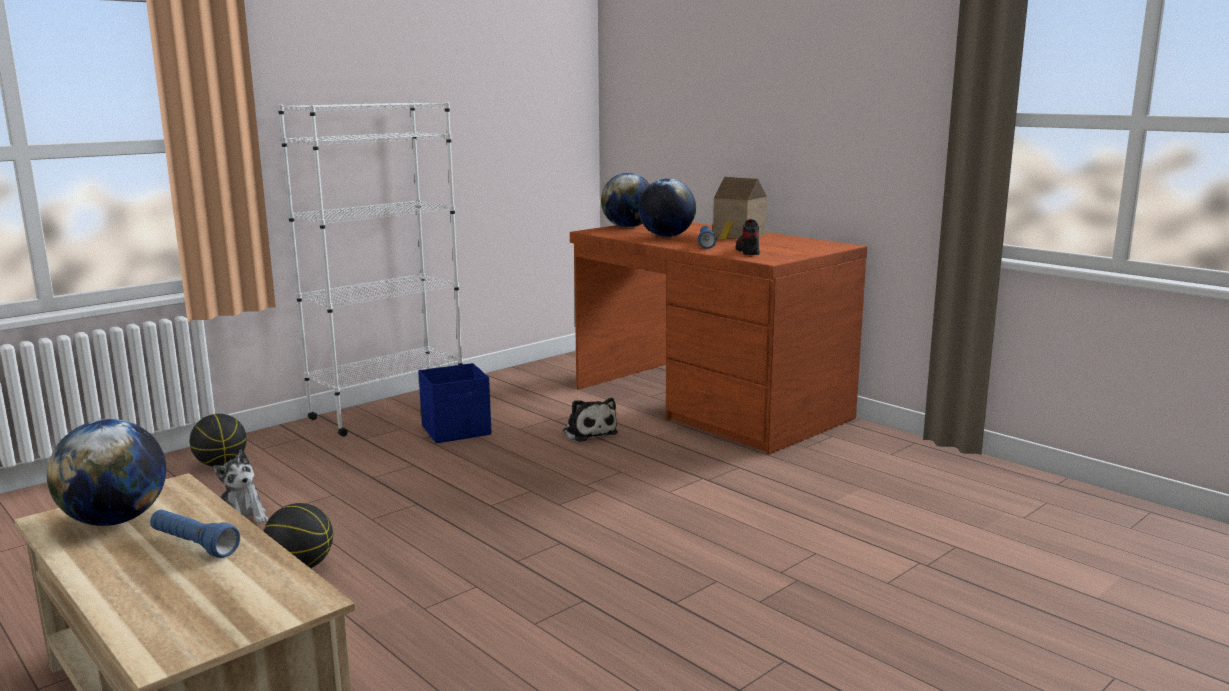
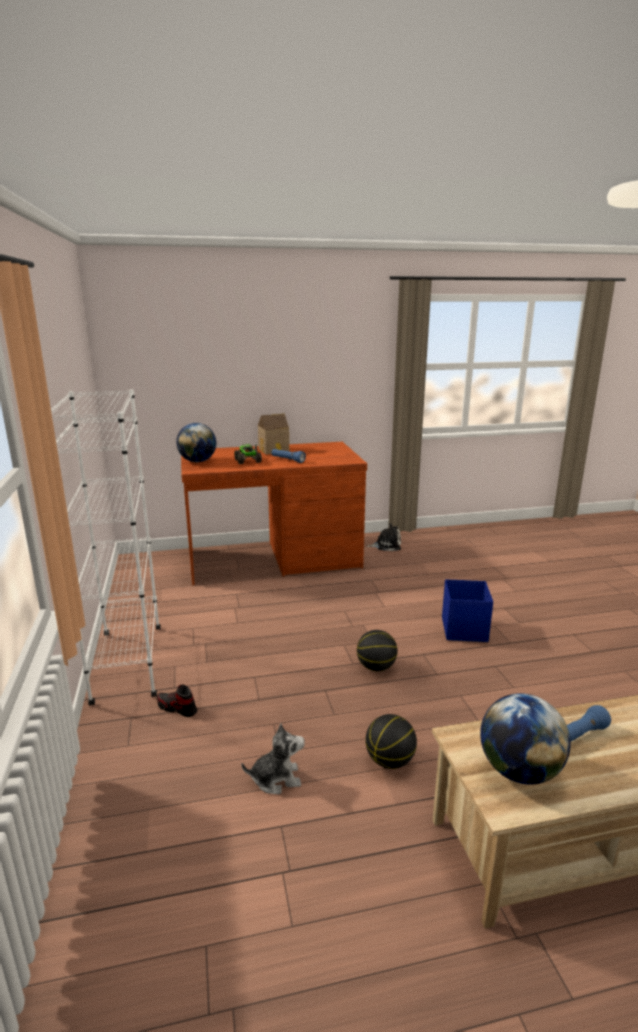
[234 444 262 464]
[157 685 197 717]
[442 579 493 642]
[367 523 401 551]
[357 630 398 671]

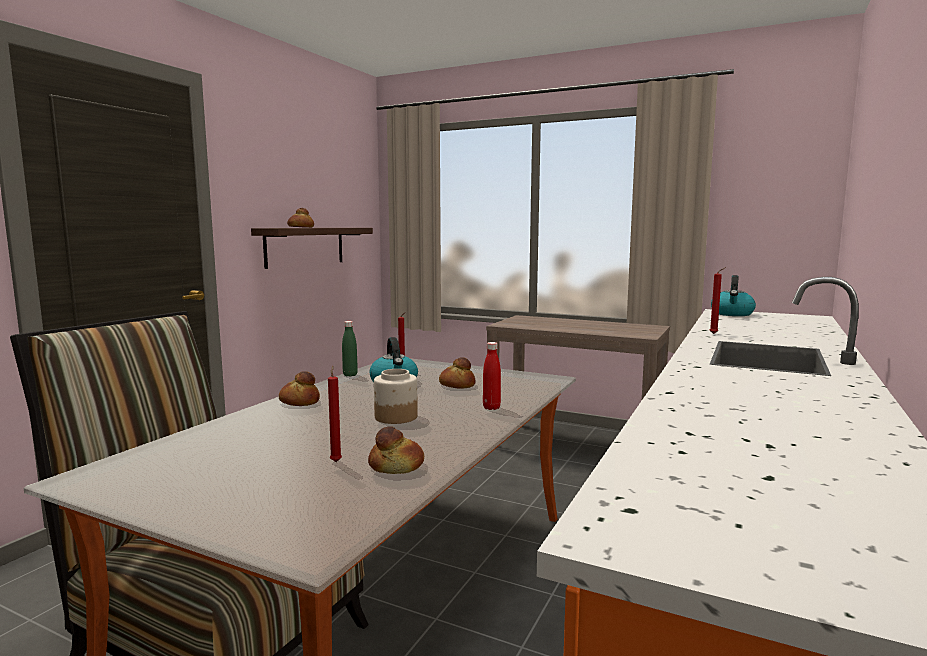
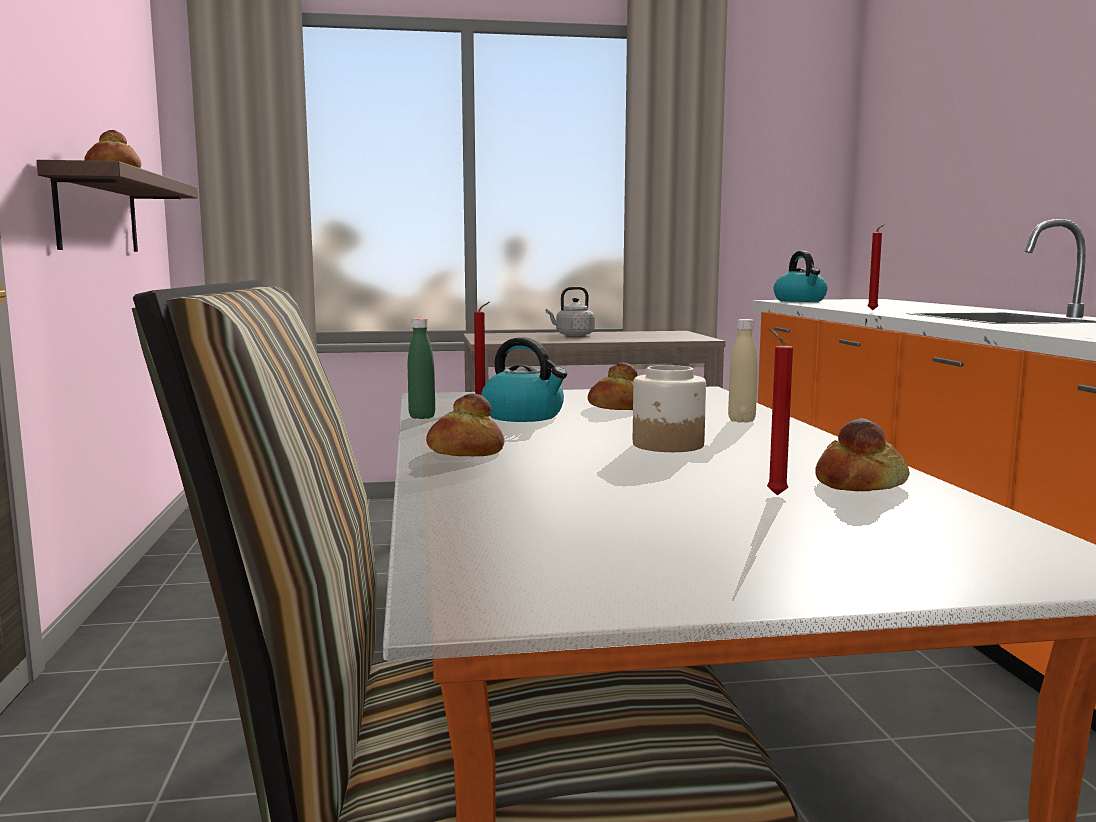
[728 319 758 423]
[546 287 595 336]

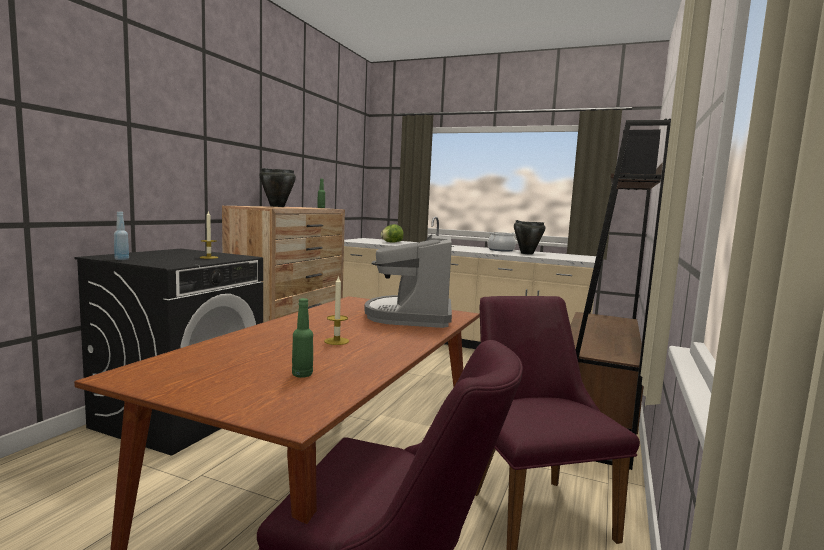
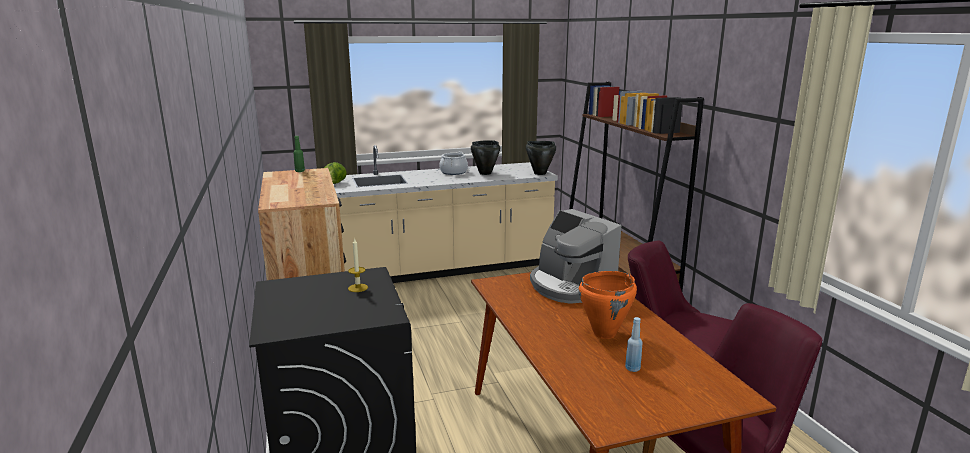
[526 141 556 175]
[625 317 643 372]
[579 271 637 339]
[292 298 313 378] (first image)

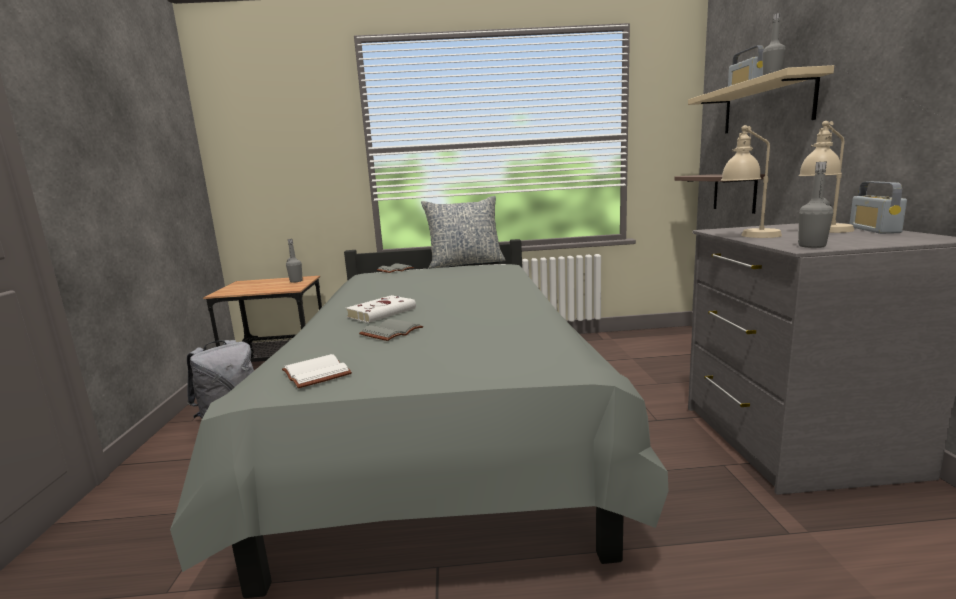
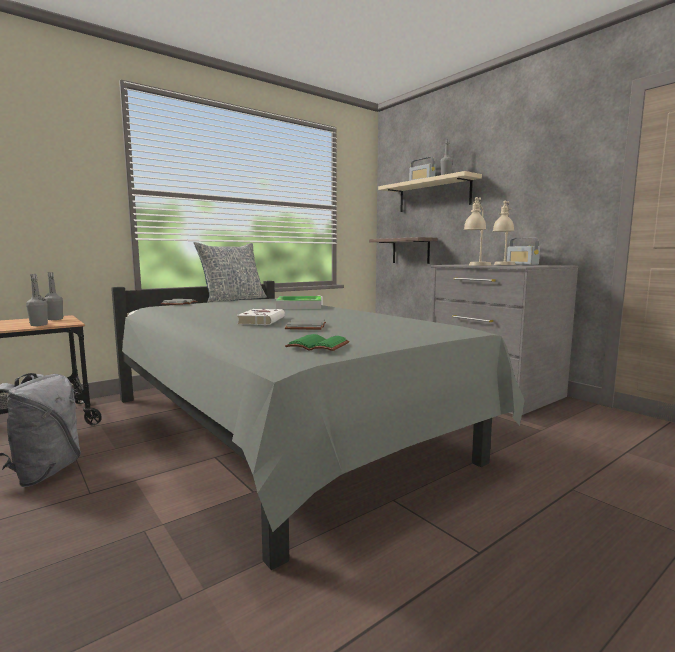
[26 274 48 326]
[285 334 350 351]
[276 296 321 309]

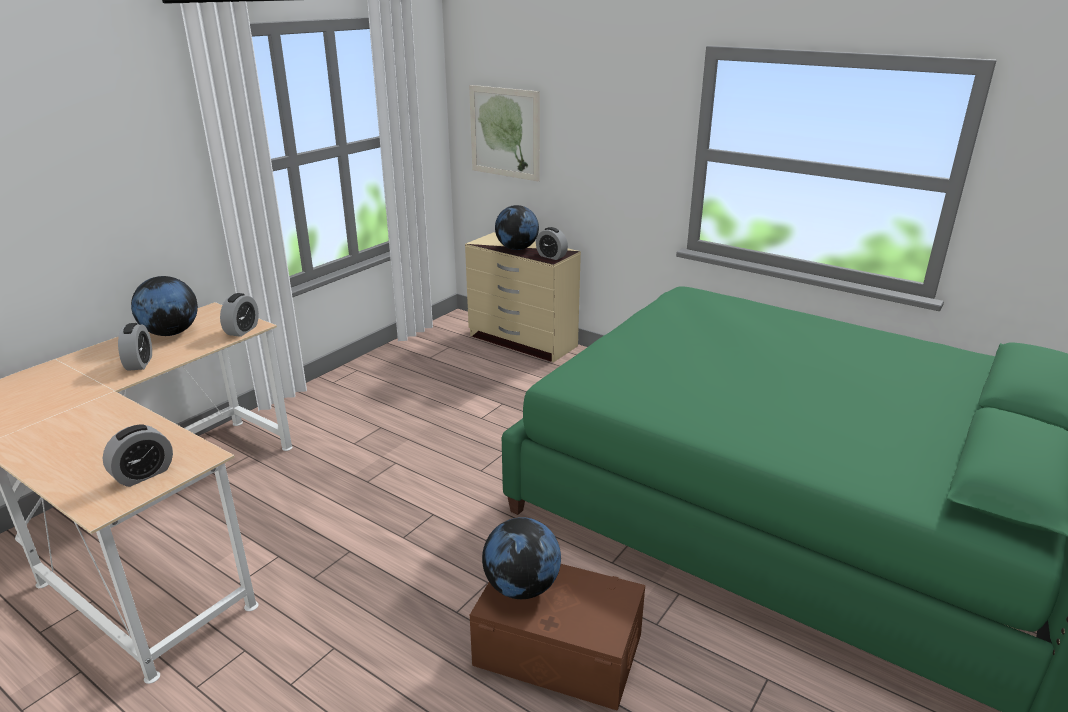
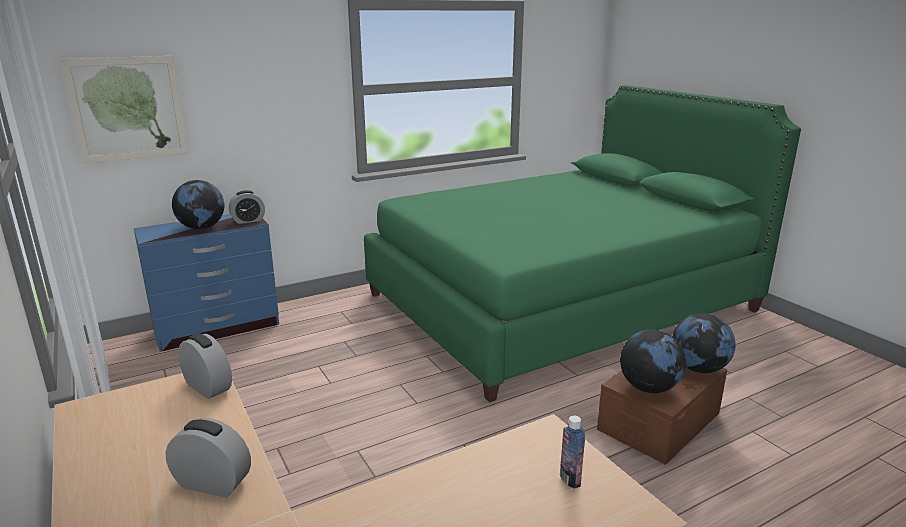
[134 215 279 352]
[672 313 736 373]
[560 416 585 489]

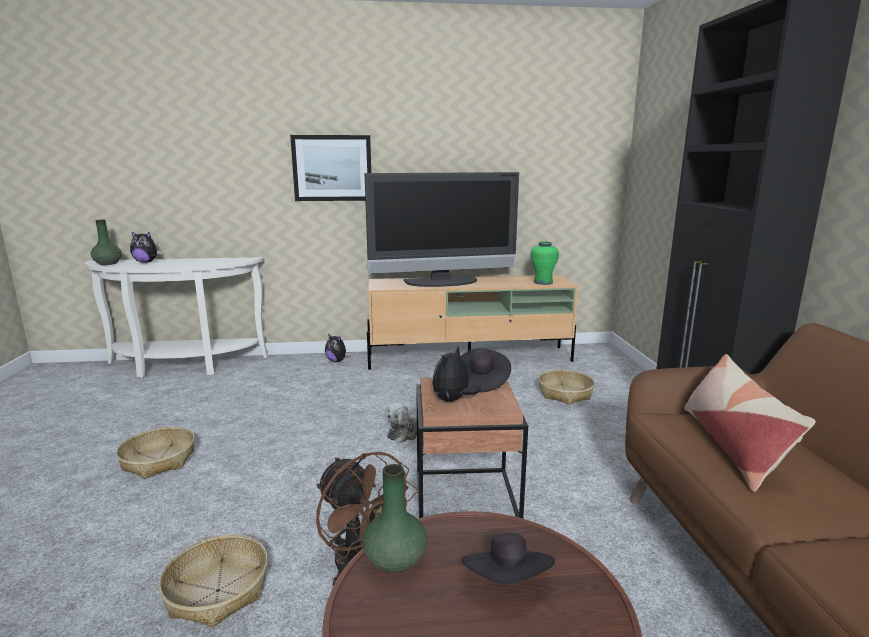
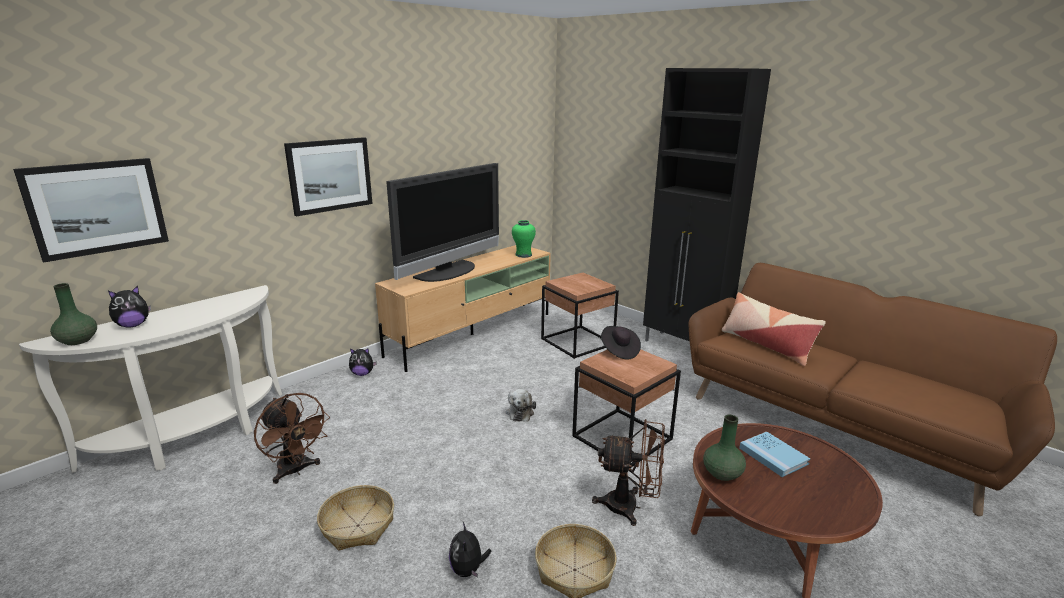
[449 522 491 578]
[541 273 619 359]
[739 431 810 477]
[13 158 169 263]
[254 393 330 484]

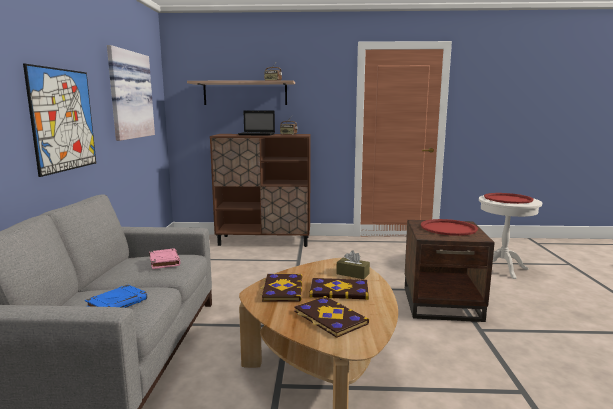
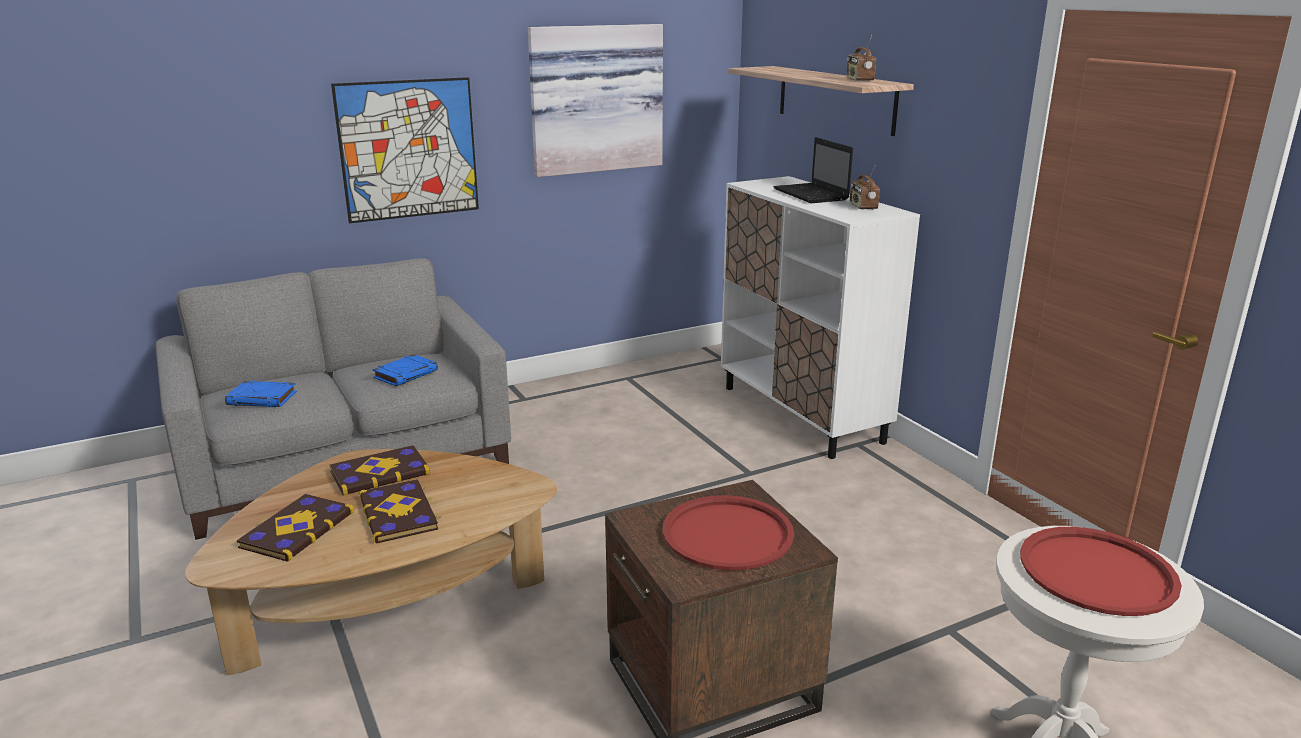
[721 176 920 459]
[372 354 438 386]
[336 250 370 279] (first image)

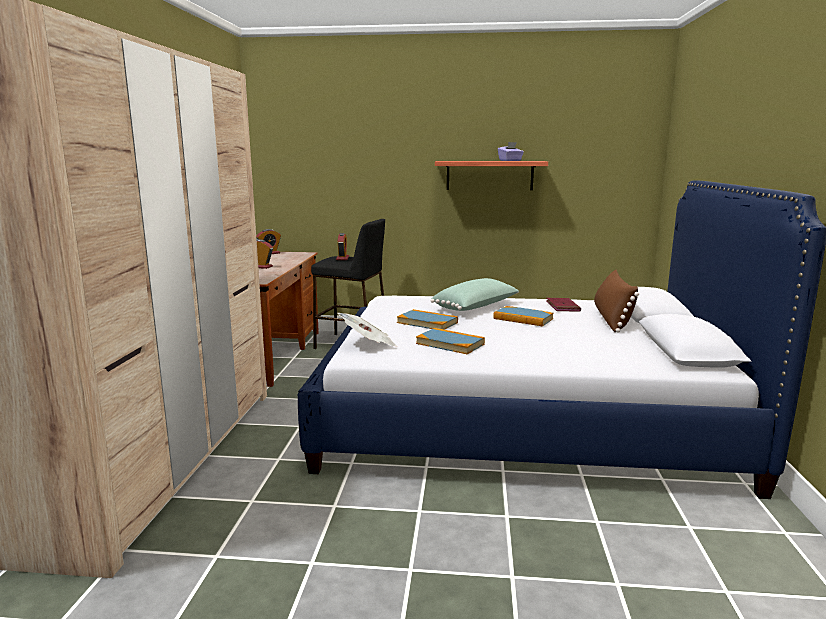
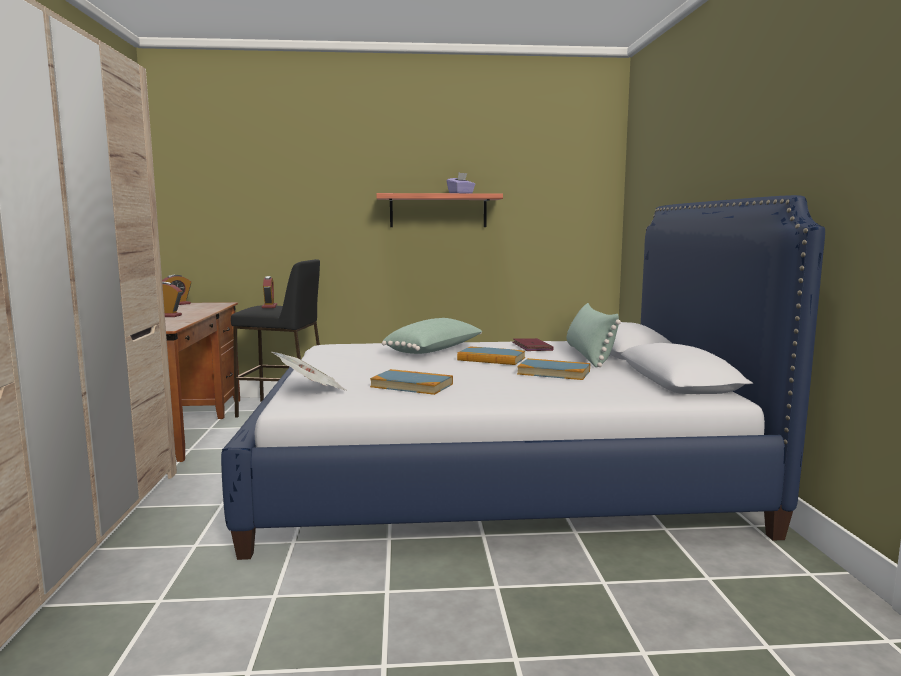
[566 303 621 367]
[517 358 590 380]

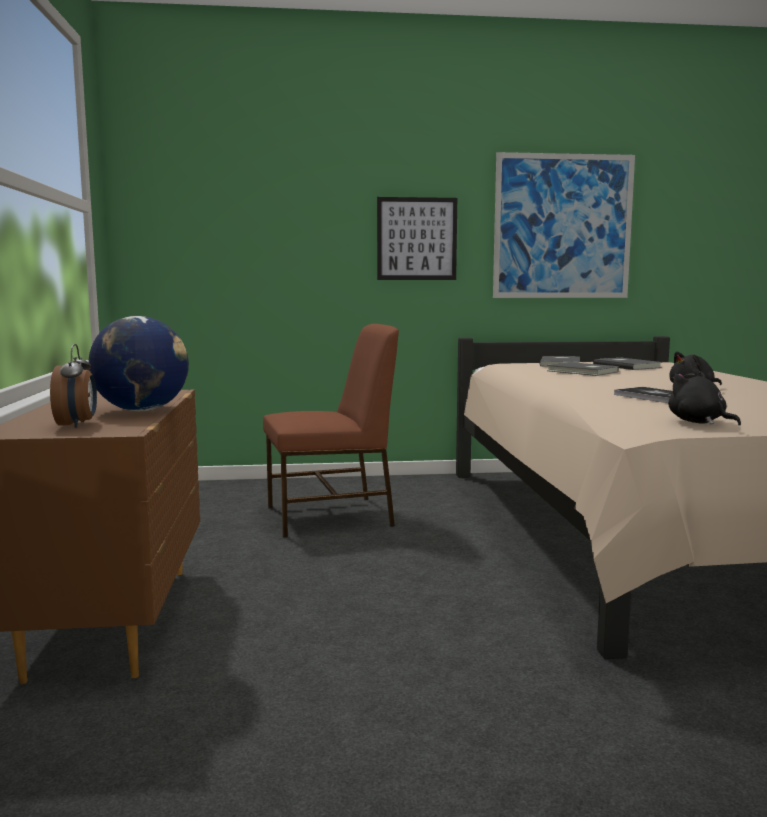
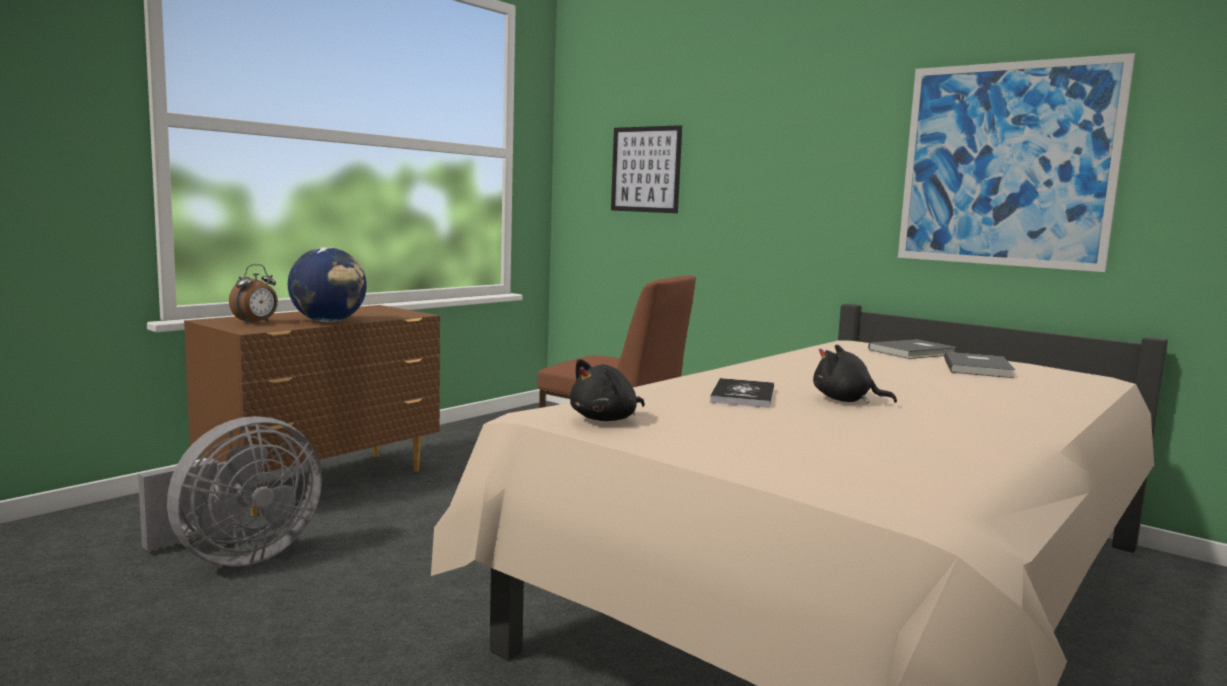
[611 125 682 213]
[547 362 619 376] (first image)
[570 359 645 421]
[138 416 322 566]

